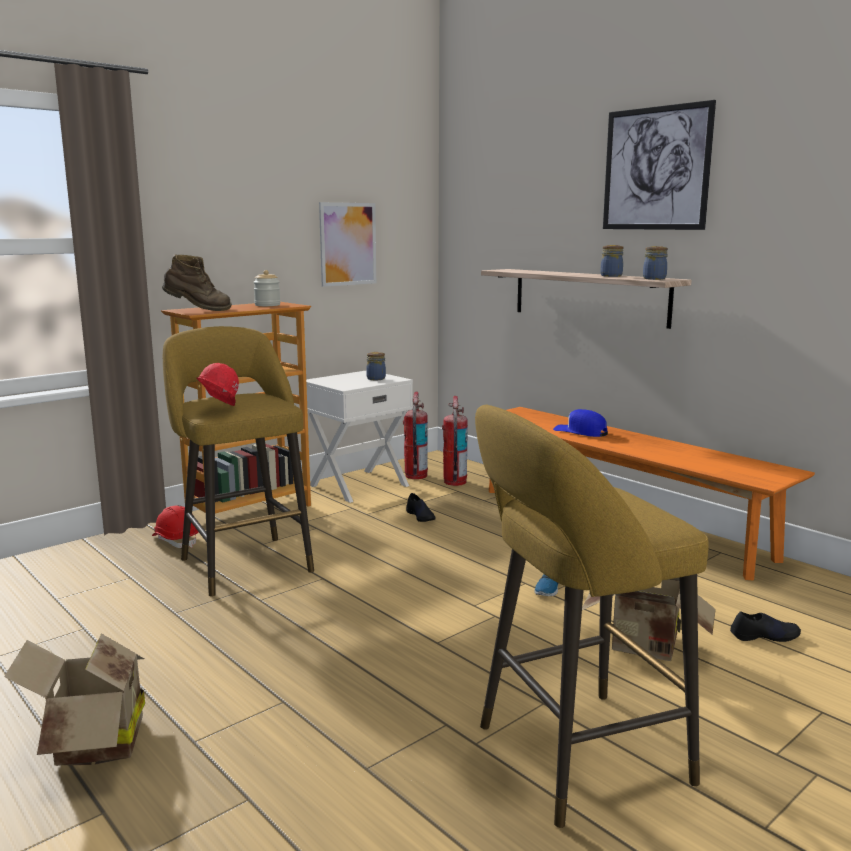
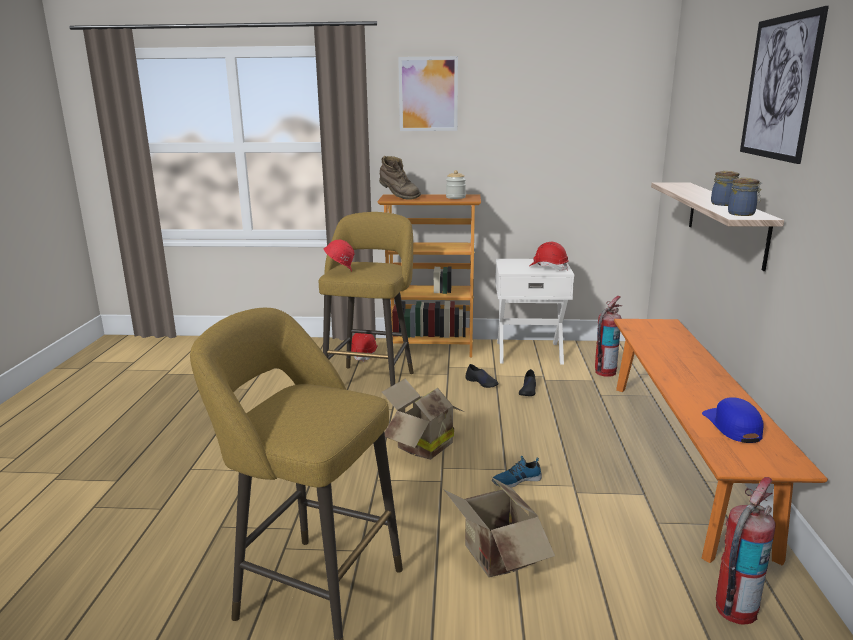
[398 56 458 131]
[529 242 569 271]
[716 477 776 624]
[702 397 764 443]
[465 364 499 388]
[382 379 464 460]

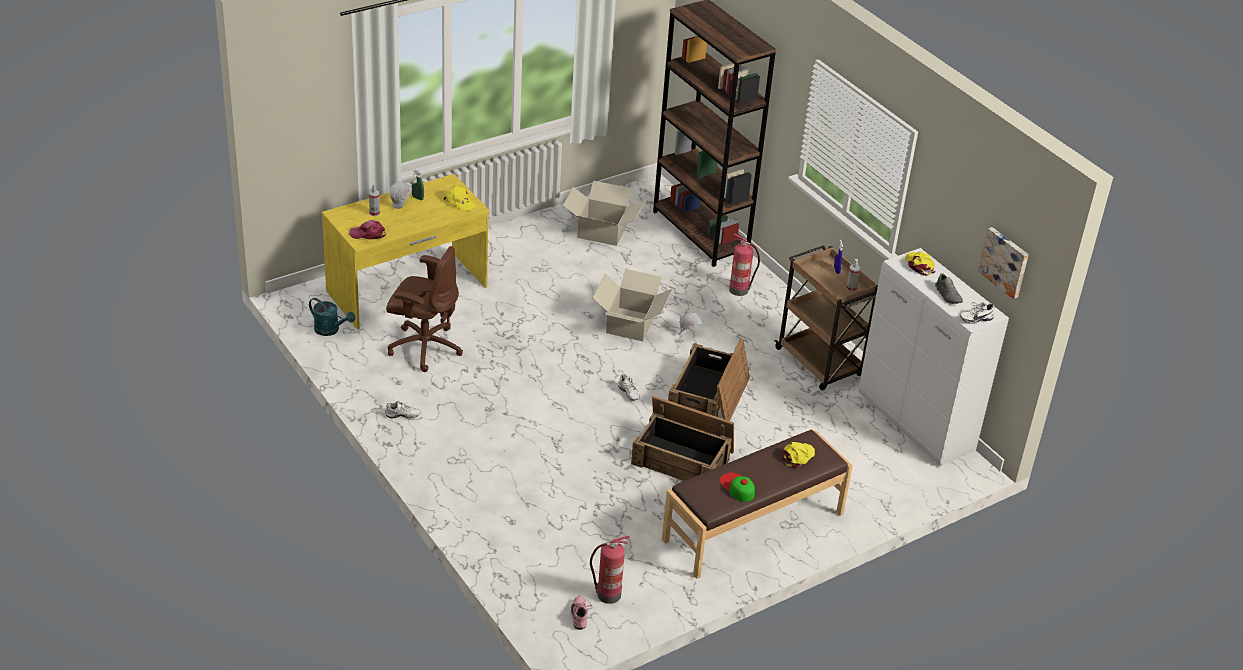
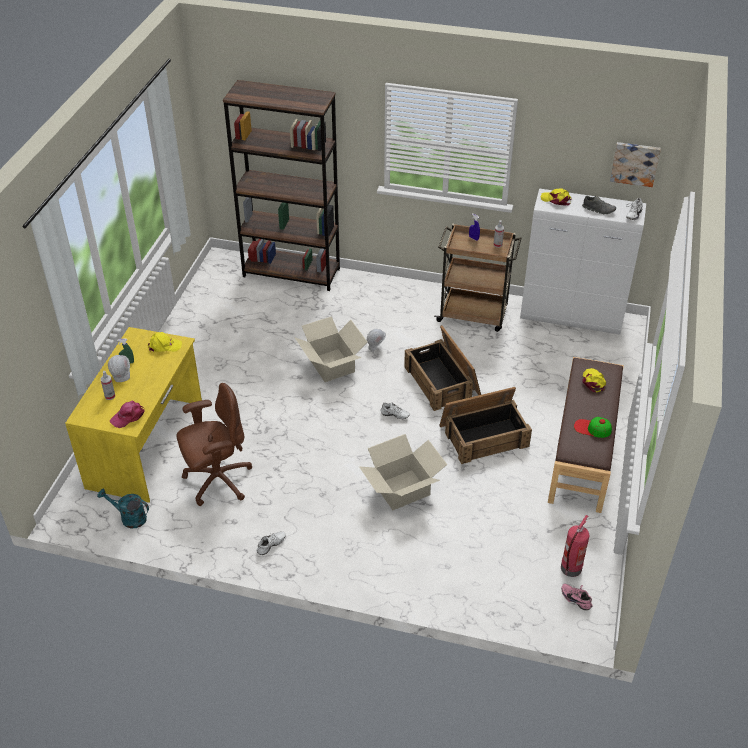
[359 434 448 511]
[729 234 760 296] (first image)
[97 488 149 528]

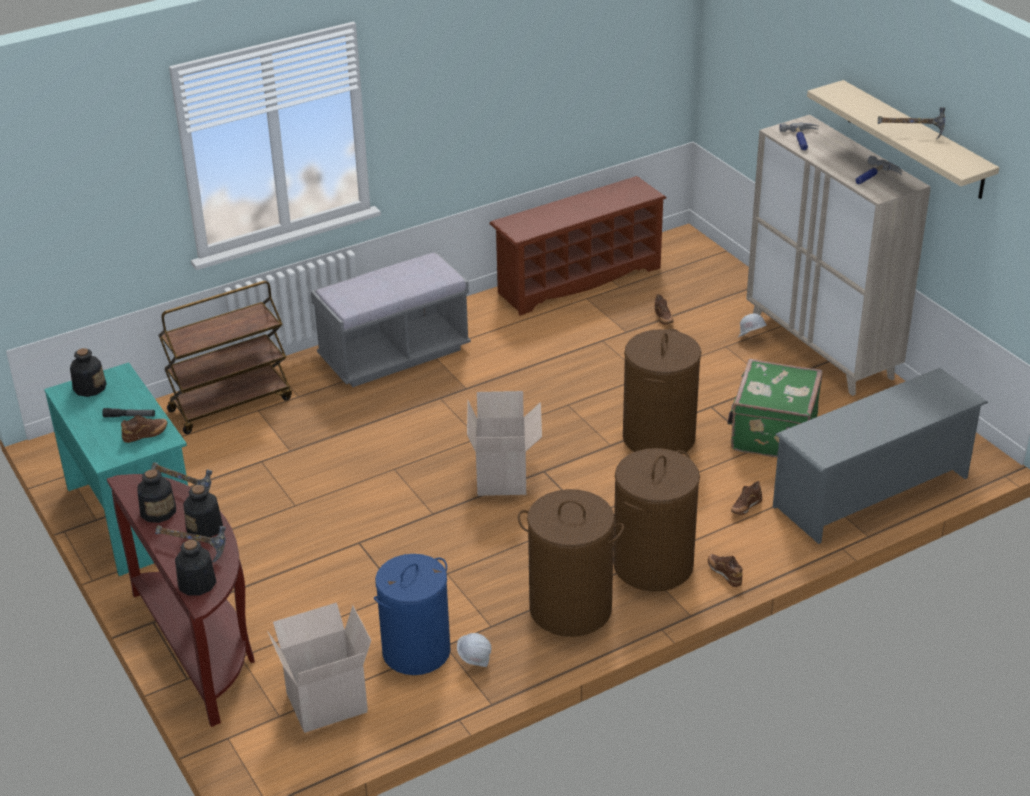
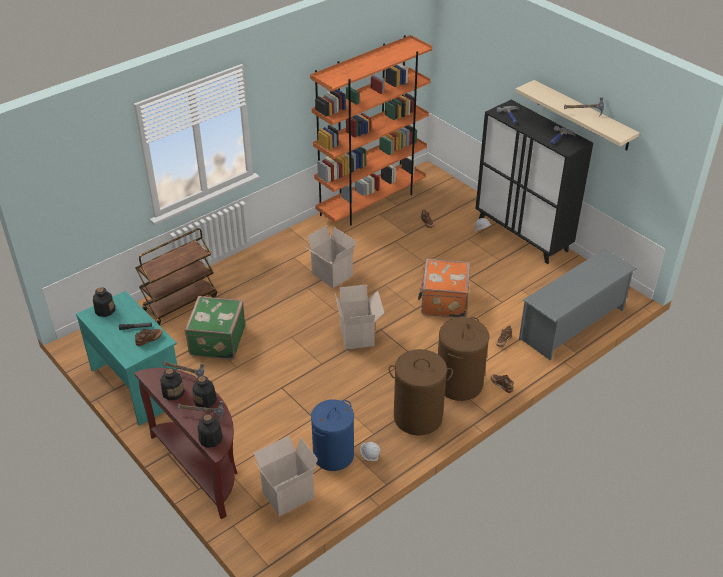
[476 100 593 264]
[310 35 432 226]
[311 252 471 387] (first image)
[418 259 470 318]
[185 296 245 359]
[305 225 356 288]

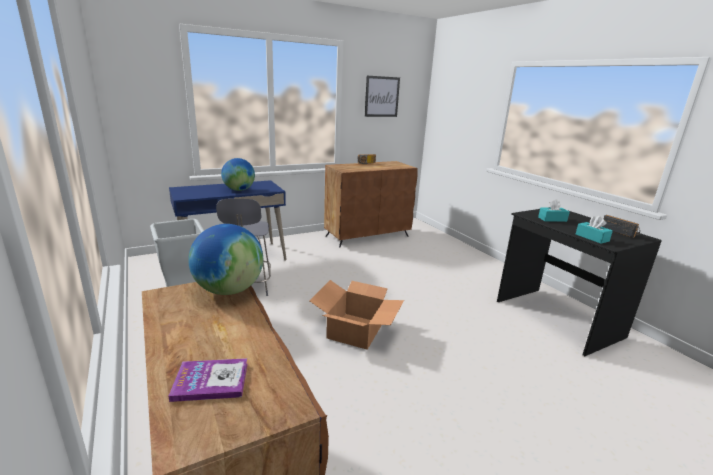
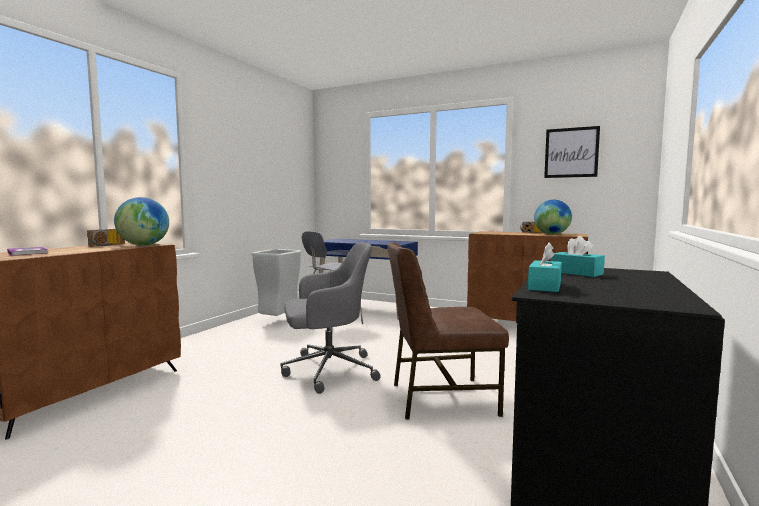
[534 200 572 235]
[87 229 125 247]
[281 242 381 394]
[388 242 509 419]

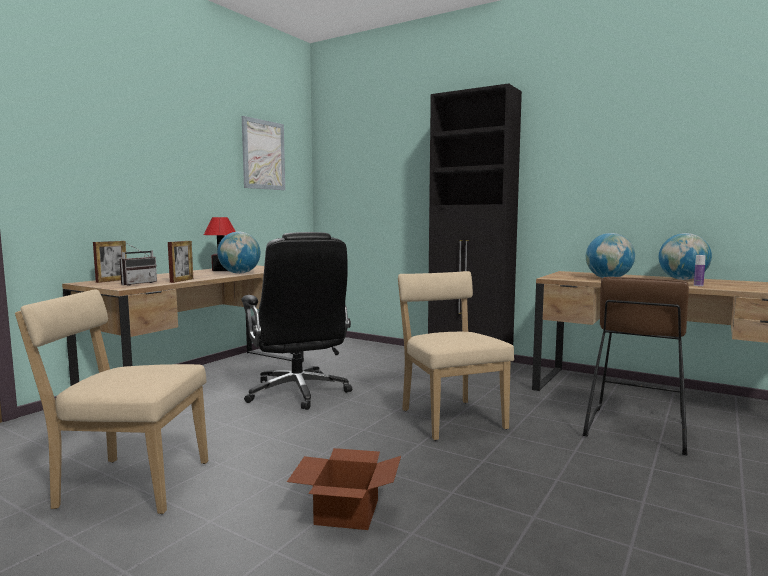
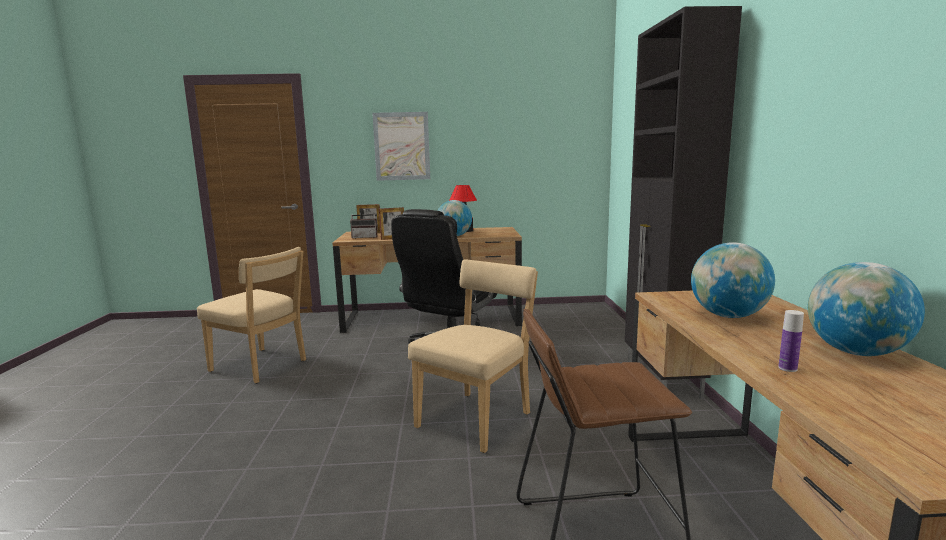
[372 112 430 181]
[197 247 306 383]
[287 448 401 530] (first image)

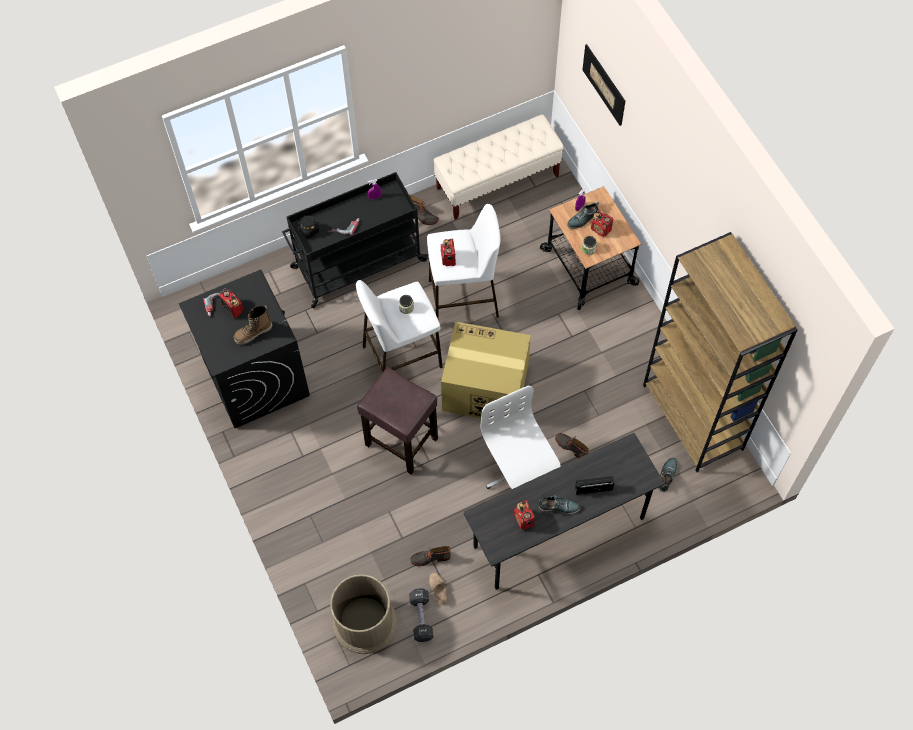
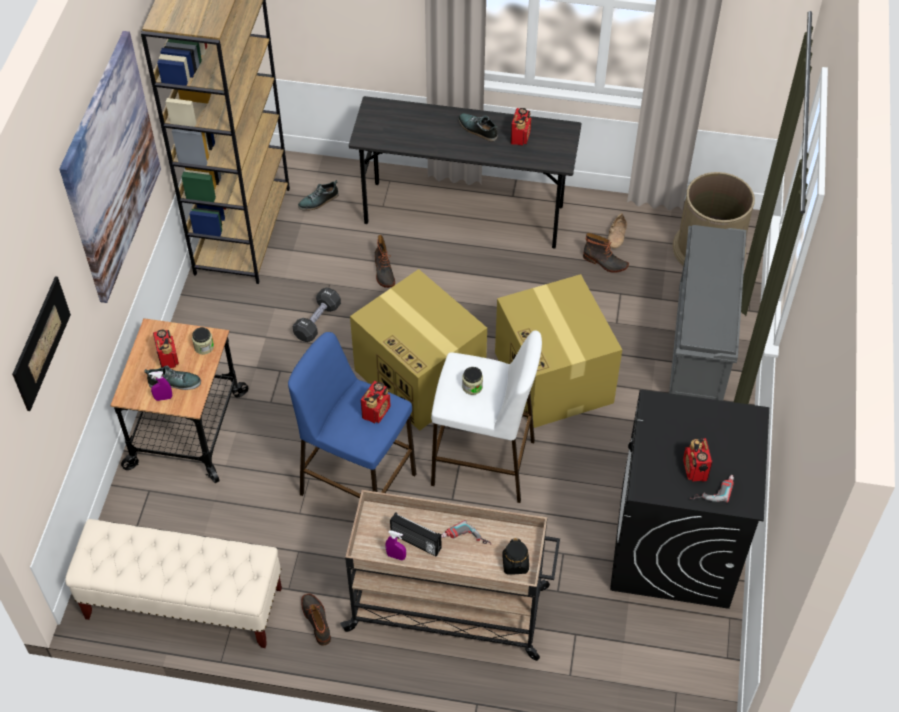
[340 490 560 661]
[288 332 416 498]
[234 305 272 345] (first image)
[495 274 622 428]
[481 386 561 489] (first image)
[390 512 441 557]
[293 288 341 342]
[59 31 161 303]
[669 225 746 401]

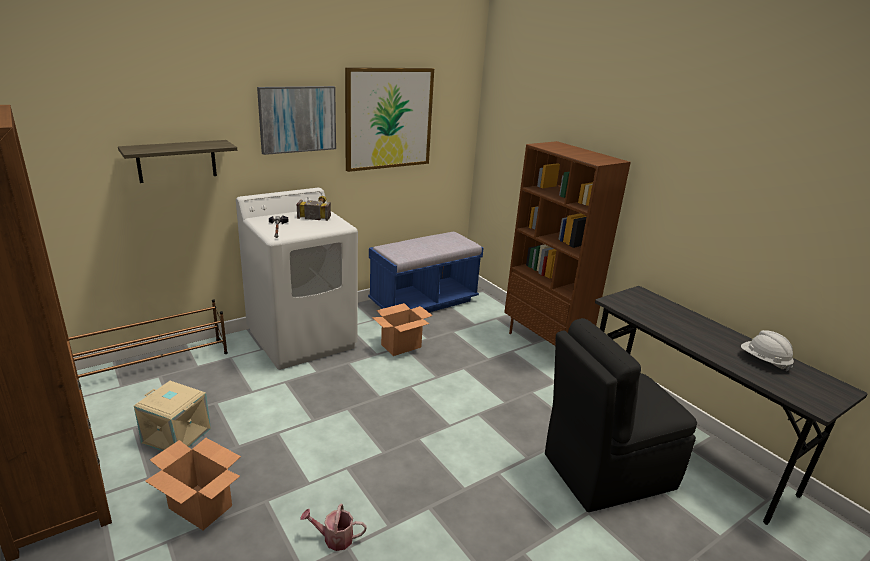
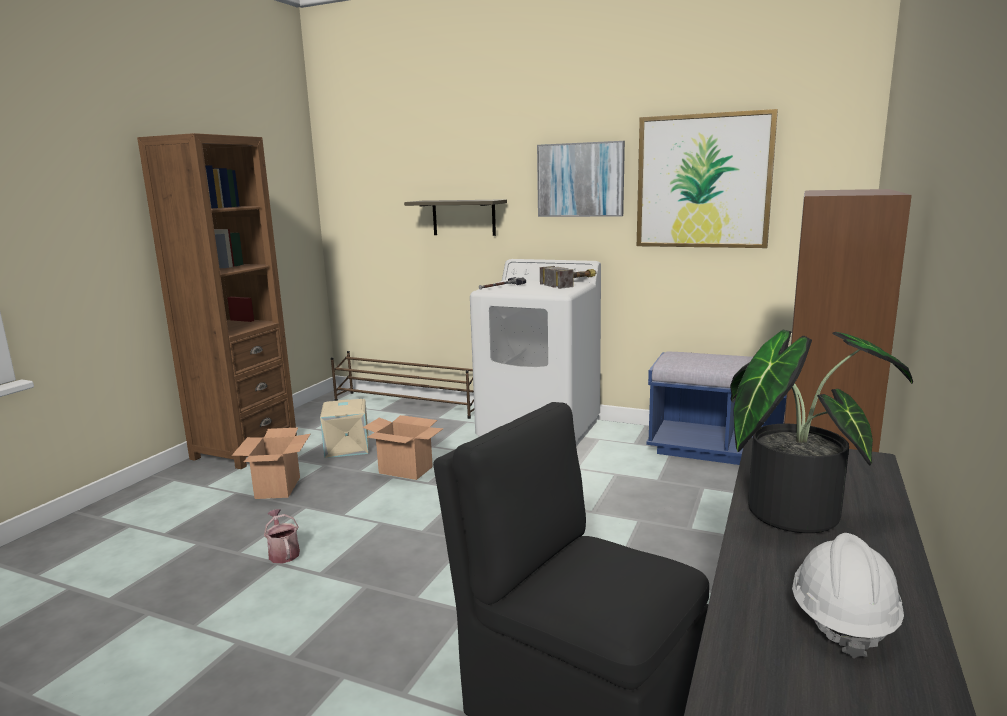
[363 415 444 480]
[730 329 913 533]

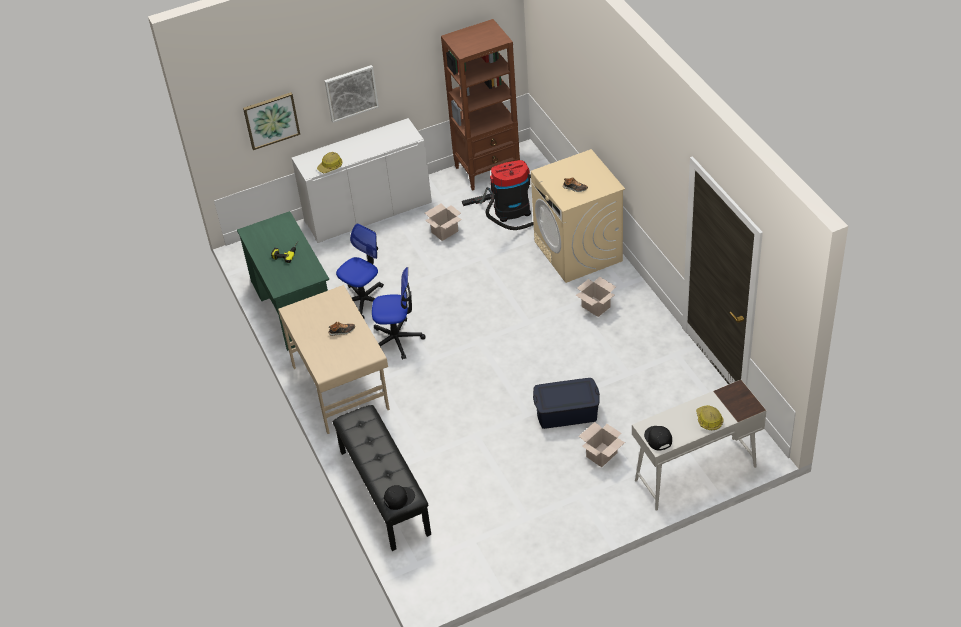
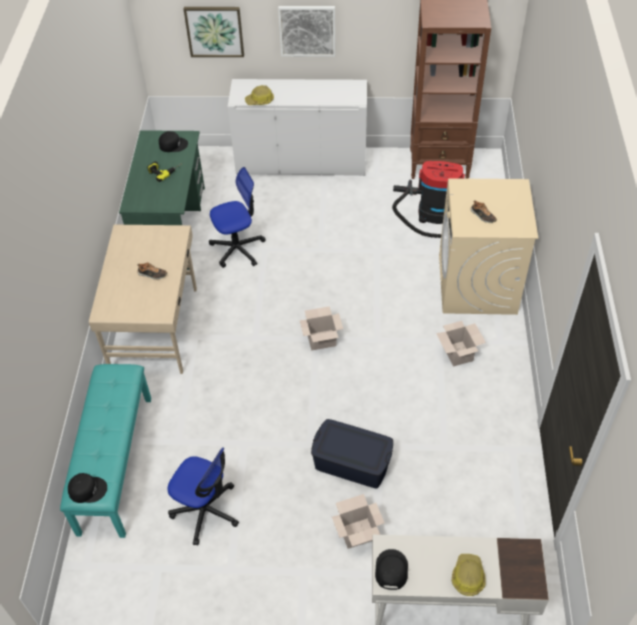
[300 306 343 350]
[168 448 239 545]
[60 364 151 538]
[159 131 188 152]

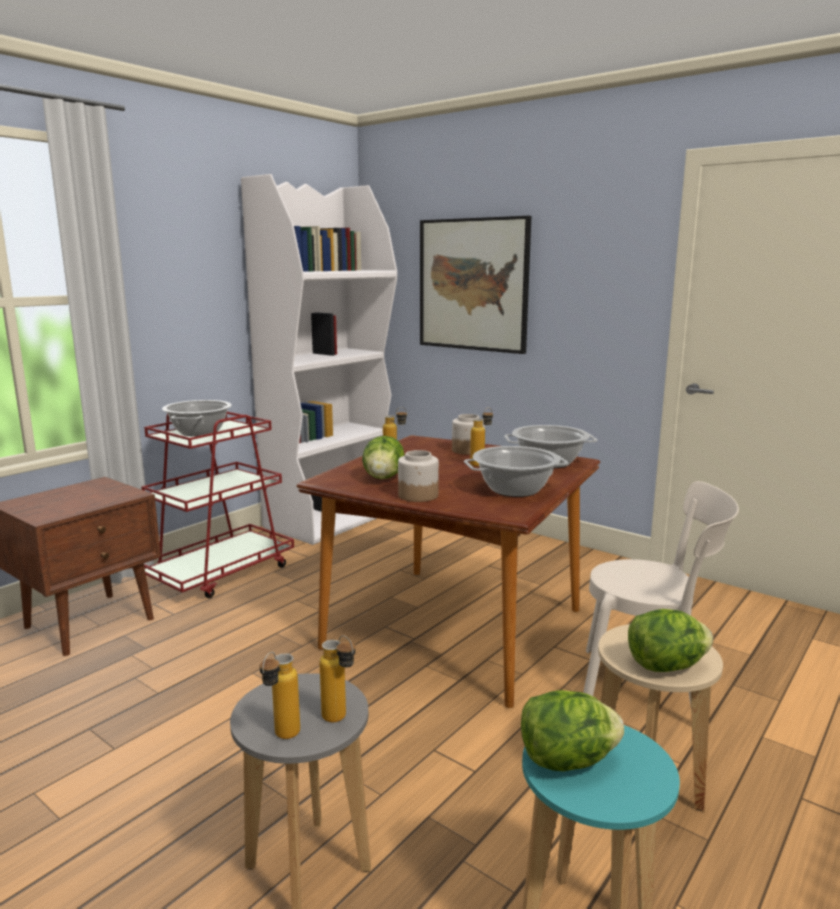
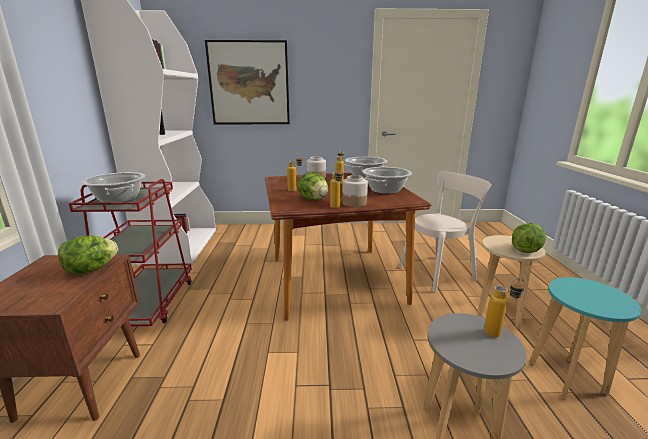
[330 168 343 208]
[58 236 118 275]

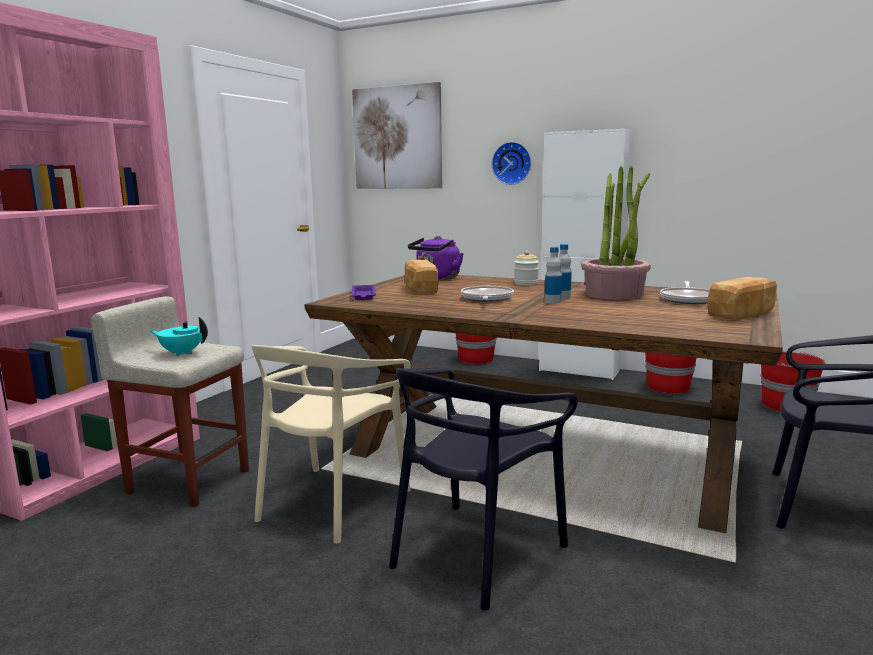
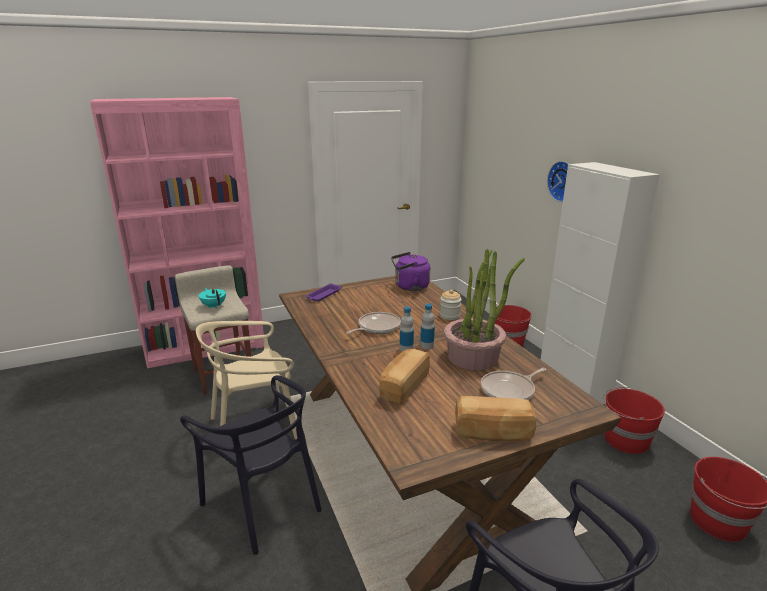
[352 82 442 189] (first image)
[379 349 430 405]
[180 375 322 555]

